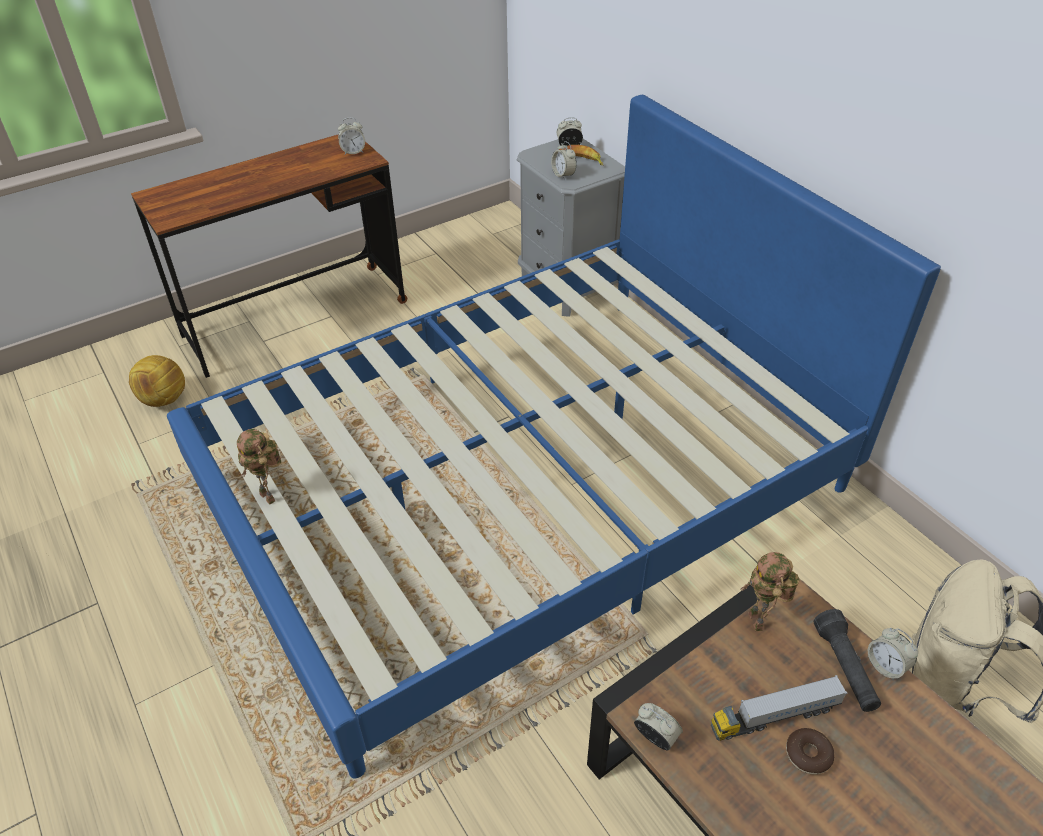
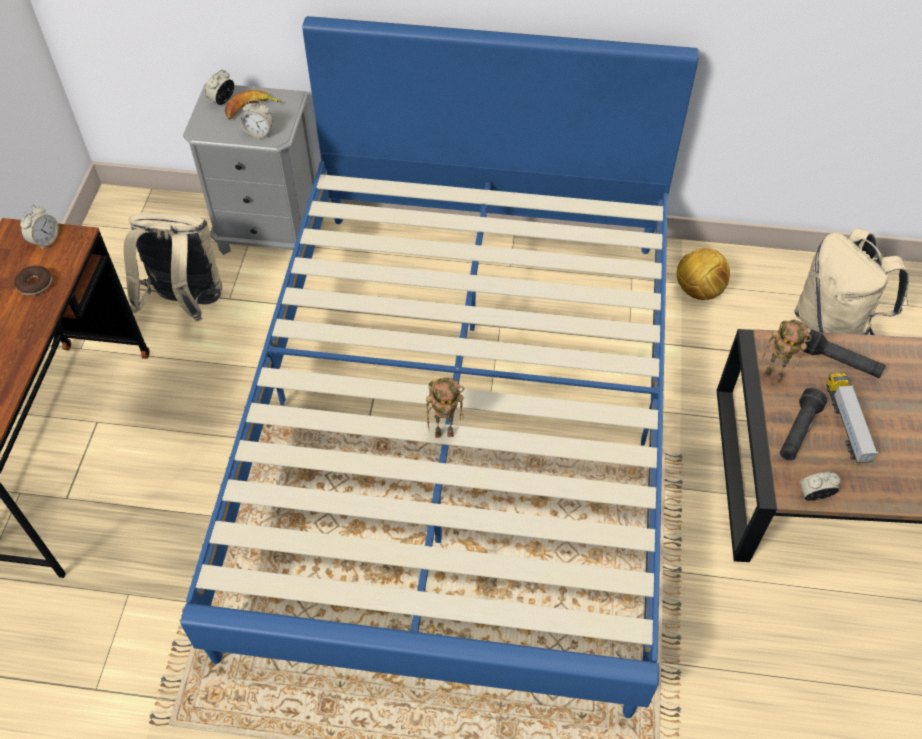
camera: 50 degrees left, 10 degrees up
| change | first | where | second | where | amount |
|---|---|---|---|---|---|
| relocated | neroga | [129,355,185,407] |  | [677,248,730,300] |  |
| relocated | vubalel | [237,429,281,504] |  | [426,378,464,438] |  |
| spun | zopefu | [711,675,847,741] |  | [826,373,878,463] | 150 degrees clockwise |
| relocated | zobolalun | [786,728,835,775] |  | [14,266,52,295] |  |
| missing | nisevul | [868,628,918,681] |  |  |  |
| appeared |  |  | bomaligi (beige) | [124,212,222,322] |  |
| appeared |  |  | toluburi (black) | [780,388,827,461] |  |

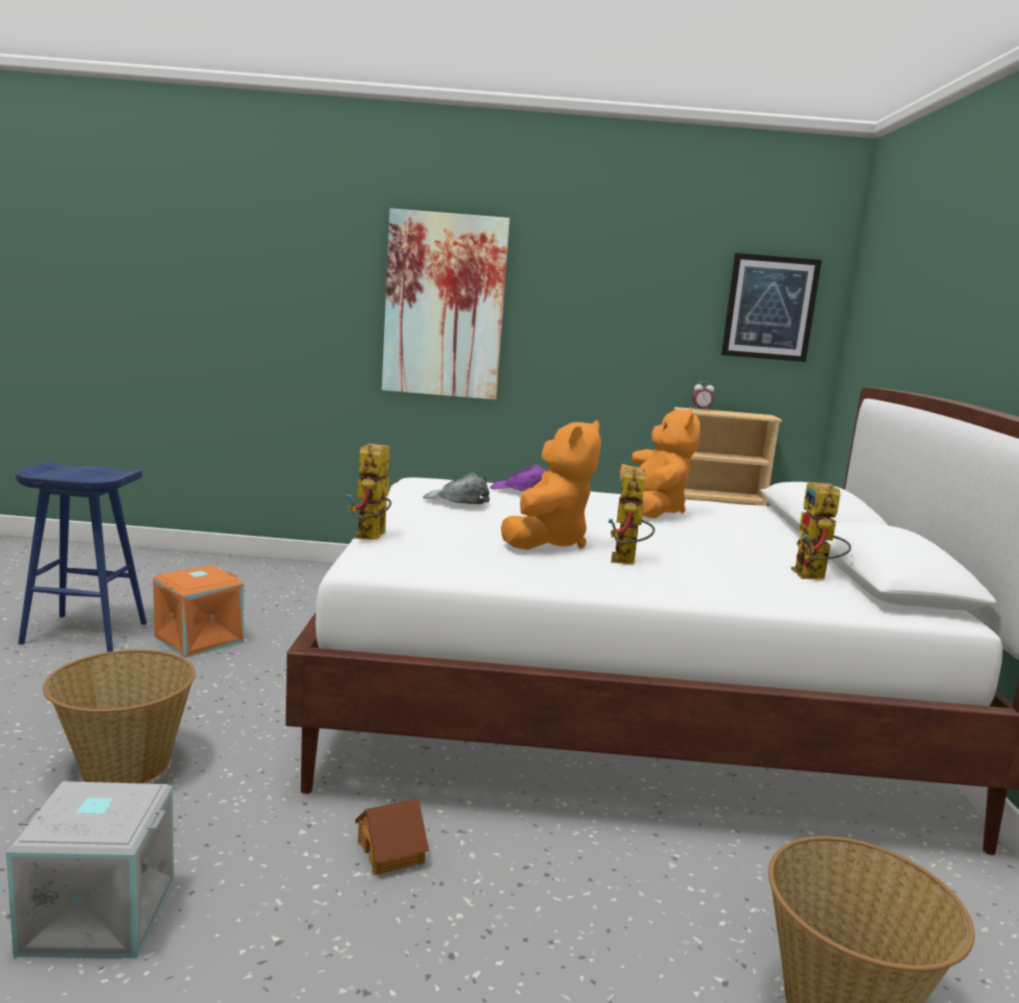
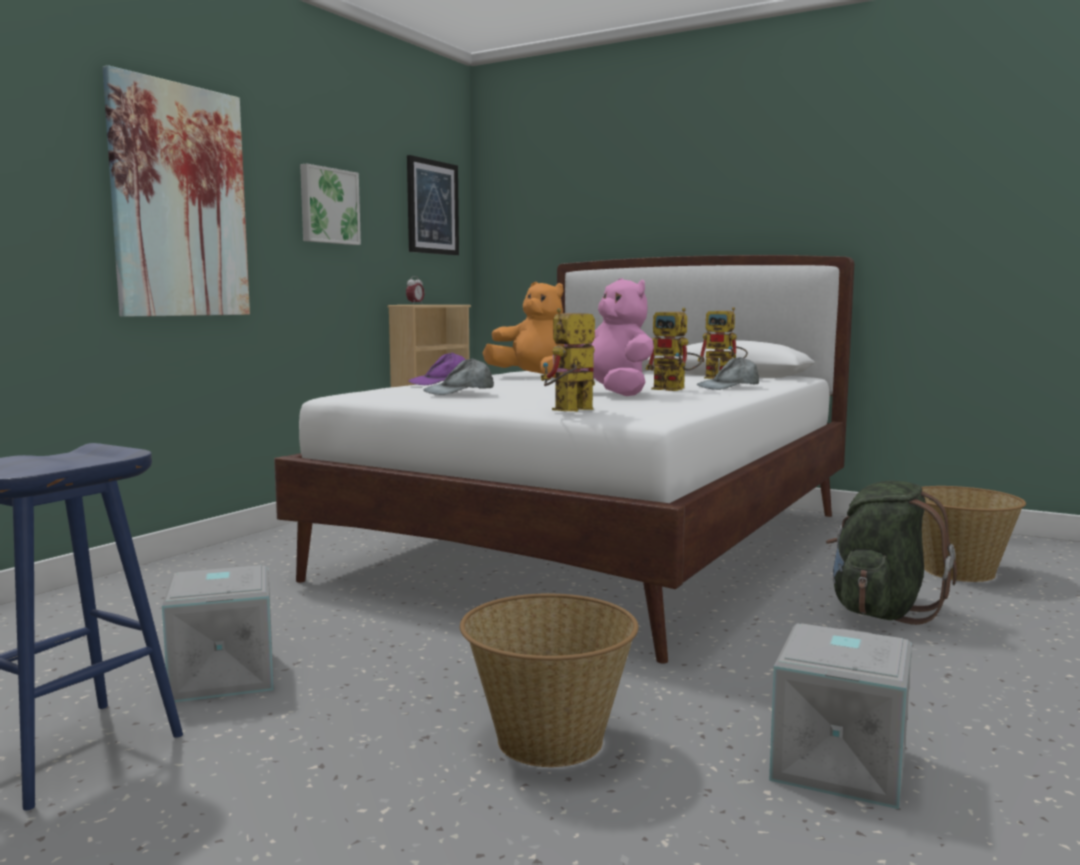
camera: 60 degrees left, 5 degrees down
| change | first | where | second | where | amount |
|---|---|---|---|---|---|
| colour | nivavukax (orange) | [153,565,244,658] | nivavukax (grey) | [162,565,273,702] |  |
| spun | vubalel | [347,444,391,540] |  | [541,308,595,411] | 105 degrees clockwise |
| missing | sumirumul | [355,798,429,875] |  |  |  |
| colour | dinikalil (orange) | [501,420,602,550] | dinikalil (pink) | [553,278,654,396] |  |
| appeared |  |  | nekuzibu | [300,164,361,245] |  |
| appeared |  |  | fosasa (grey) | [697,357,759,390] |  |
| appeared |  |  | bomaligi (green) | [826,481,957,625] |  |

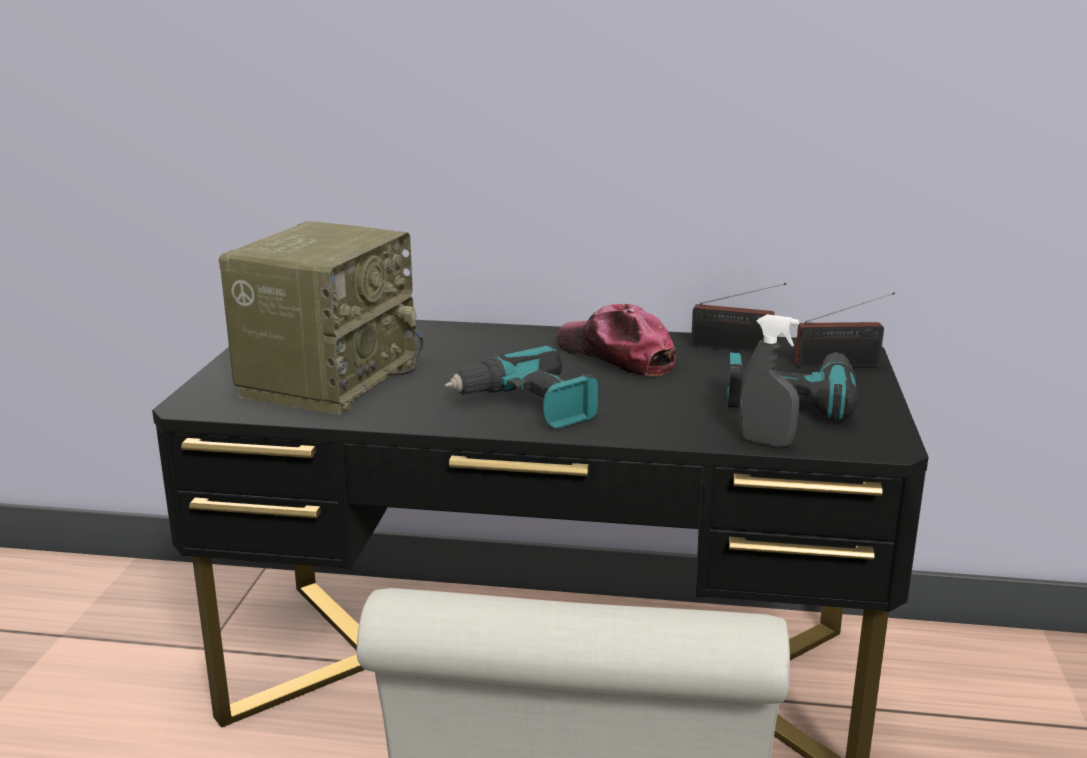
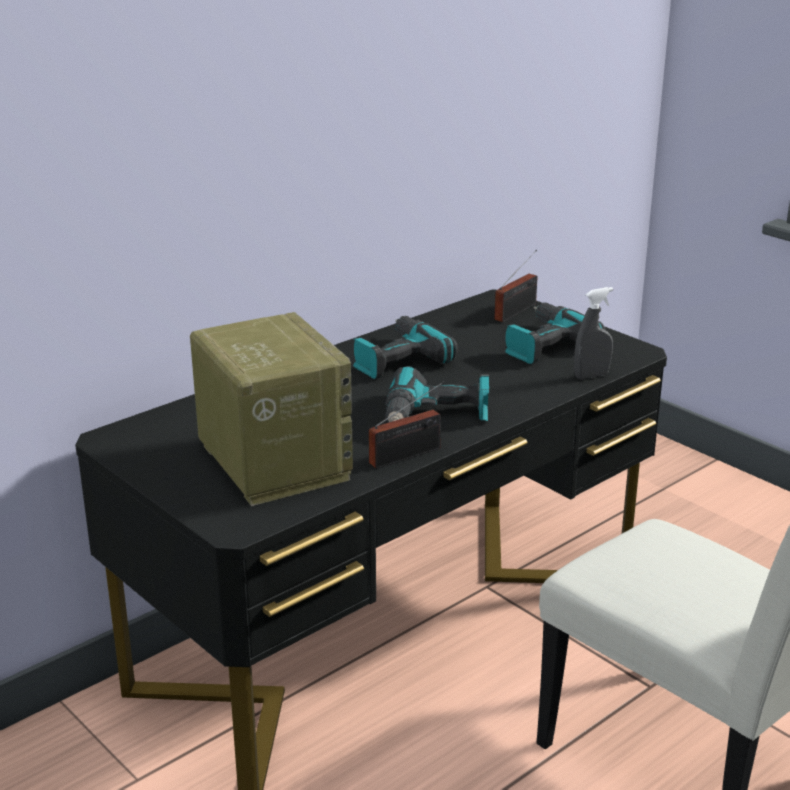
camera: 50 degrees left, 5 degrees up
| change | first | where | second | where | amount |
|---|---|---|---|---|---|
| exchanged | fosasa | [557,304,676,377] | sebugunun | [353,316,458,379] |  |
| relocated | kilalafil | [691,283,786,353] |  | [369,381,445,469] |  |

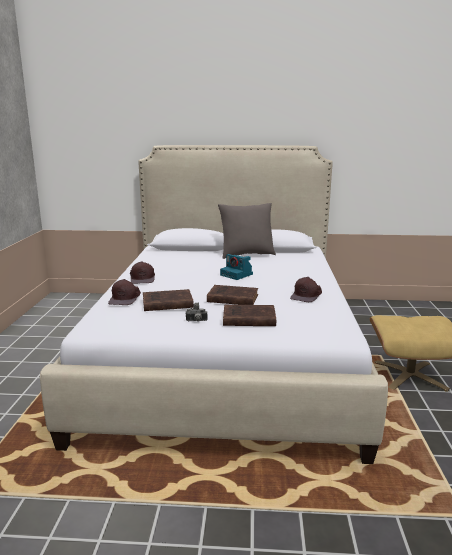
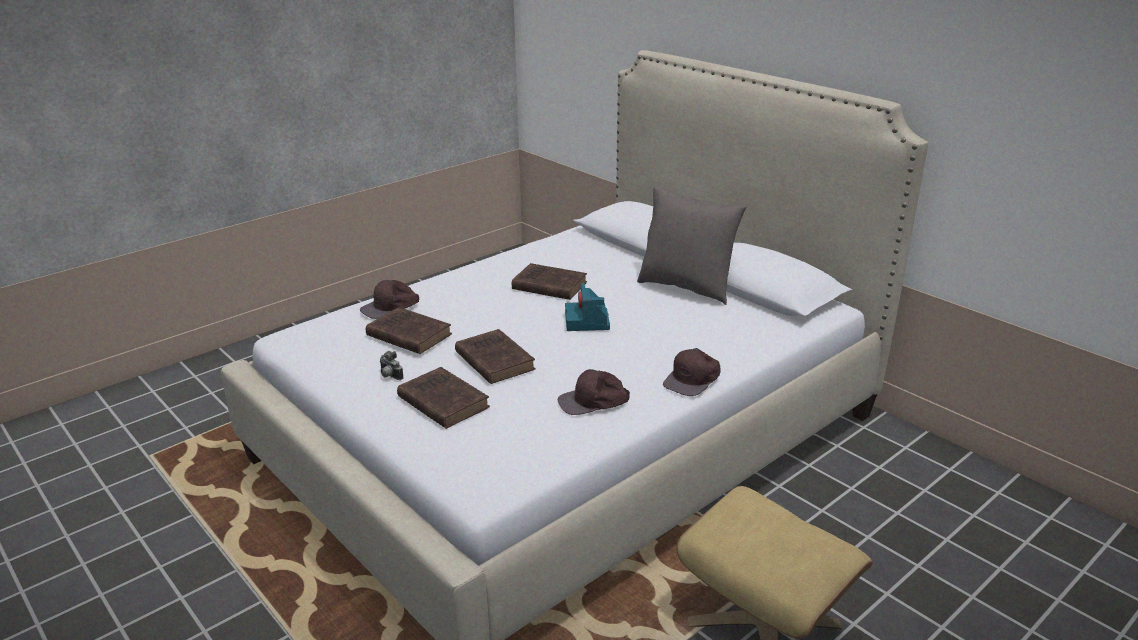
camera: 45 degrees right, 10 degrees up
| change | first | where | second | where | amount |
|---|---|---|---|---|---|
| relocated | fosasa (brown) | [130,261,155,284] |  | [663,348,721,396] |  |
| appeared |  |  | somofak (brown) | [512,263,587,300] |  |

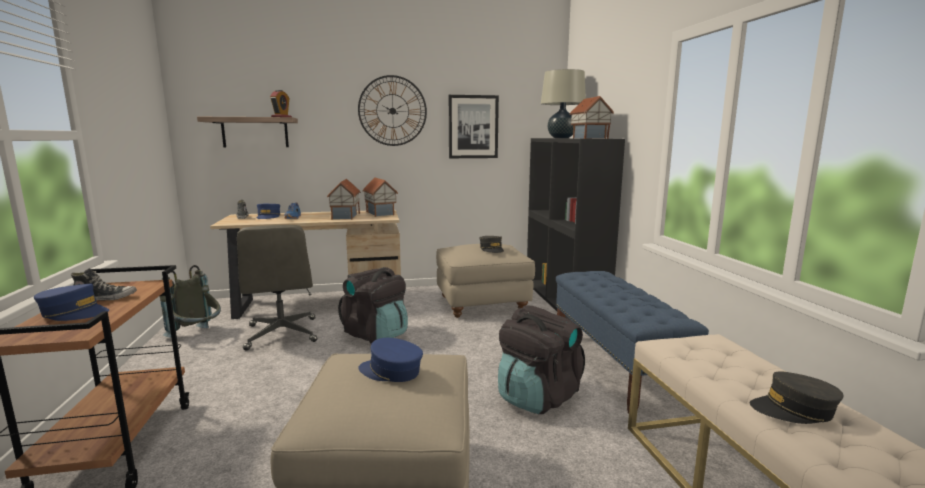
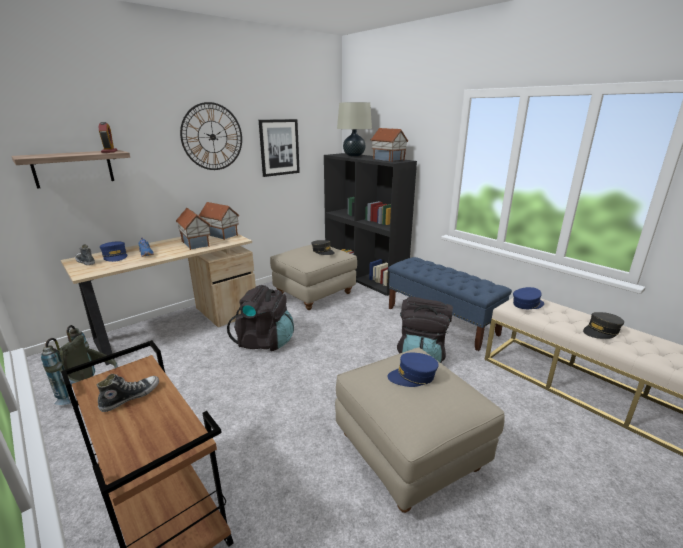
camera: 30 degrees left, 10 degrees up
| change | first | where | second | where | amount |
|---|---|---|---|---|---|
| relocated | fosasa (blue) | [34,283,109,321] |  | [513,287,544,309] |  |
| missing | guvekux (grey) | [237,225,317,351] |  |  |  |

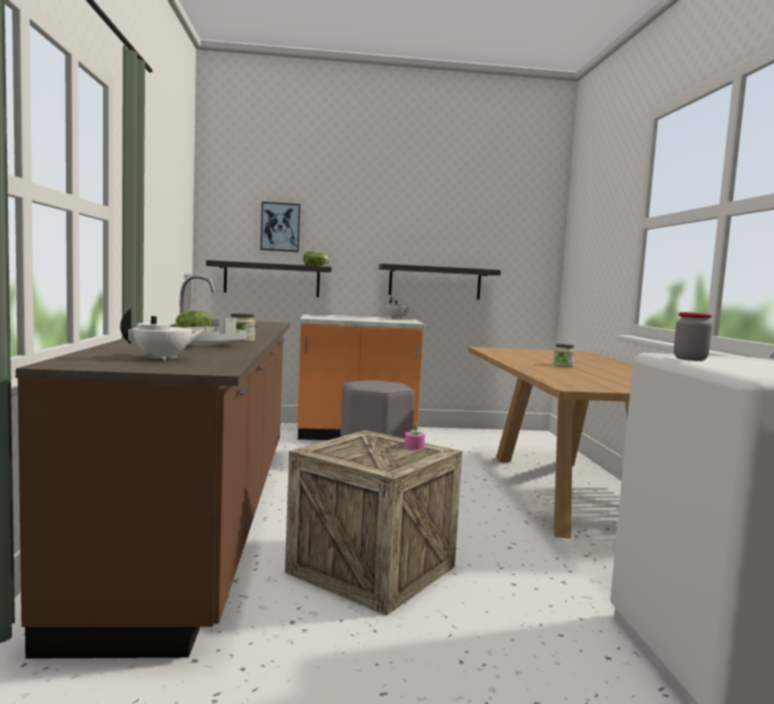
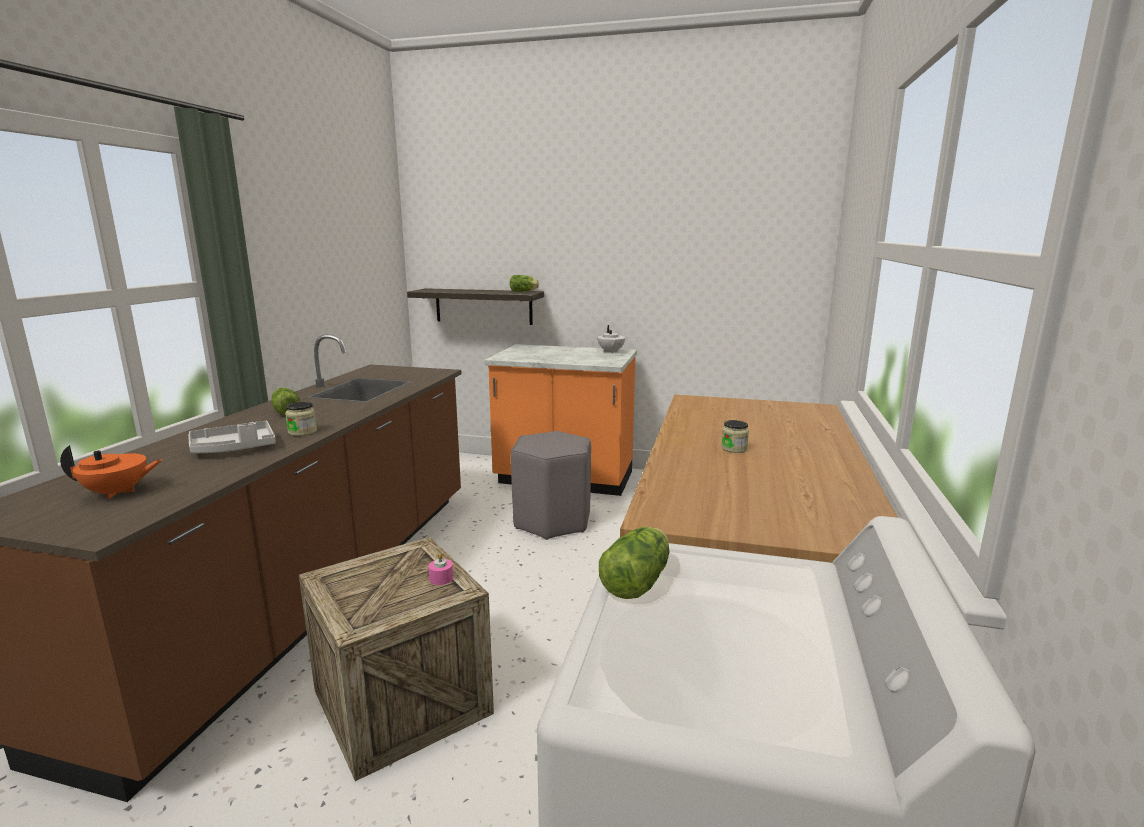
camera: 20 degrees right, 10 degrees up
| change | first | where | second | where | amount |
|---|---|---|---|---|---|
| colour | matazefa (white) | [120,308,207,360] | matazefa (orange) | [60,445,162,499] |  |
| missing | nekuzibu | [261,202,300,252] |  |  |  |
| missing | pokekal | [379,264,501,300] |  |  |  |
| exchanged | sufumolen | [674,312,712,361] | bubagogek | [599,527,670,599] |  |

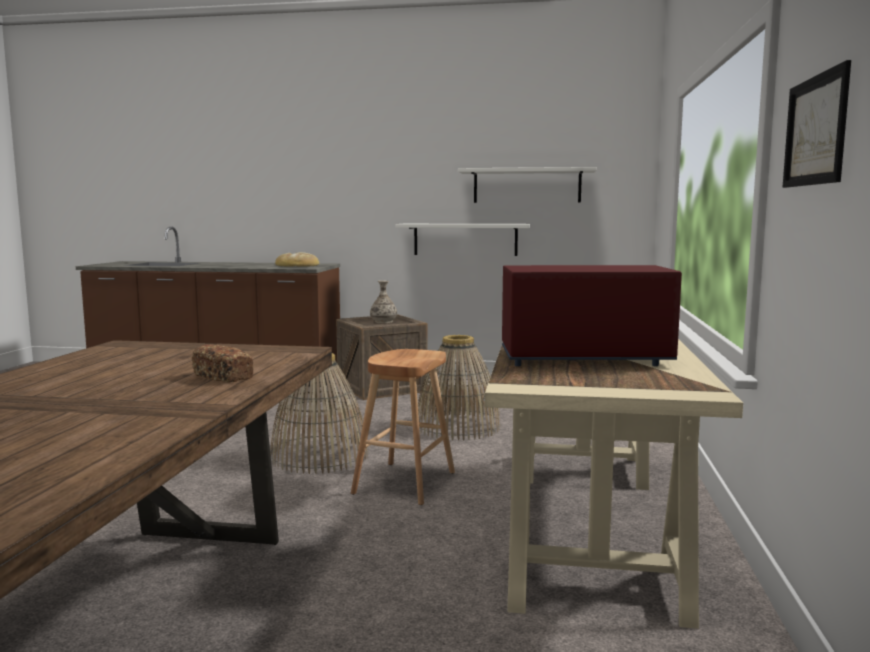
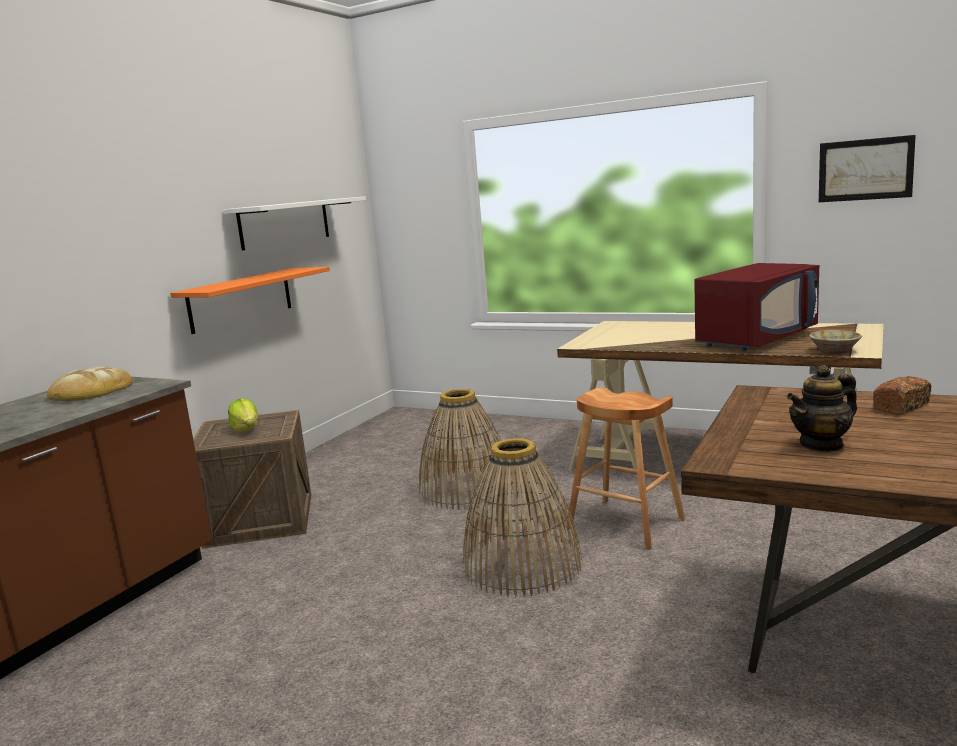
camera: 70 degrees left, 5 degrees up
| change | first | where | second | where | amount |
|---|---|---|---|---|---|
| exchanged | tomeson | [370,280,397,323] | bubagogek | [228,399,258,432] |  |
| colour | pokekal (white) | [395,224,530,256] | pokekal (orange) | [170,267,330,334] |  |
| spun | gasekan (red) | [502,265,682,366] |  | [694,263,819,351] | 150 degrees counterclockwise |
| appeared |  |  | matazefa | [787,365,857,452] |  |
| appeared |  |  | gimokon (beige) | [809,330,862,354] |  |

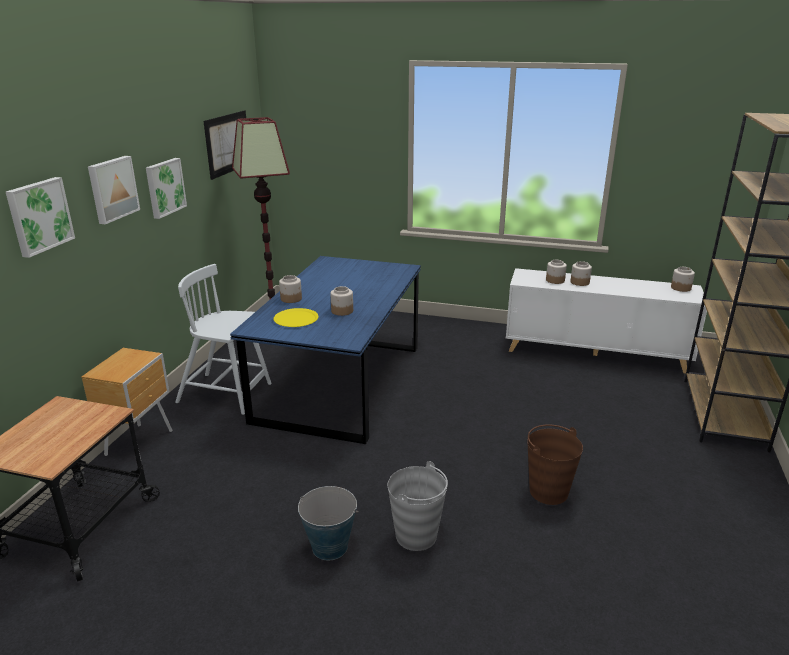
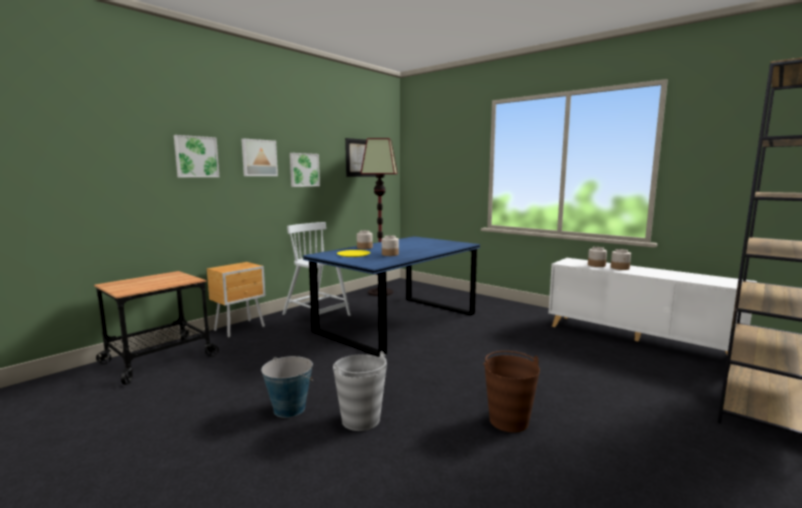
camera: 25 degrees right, 15 degrees down
| change | first | where | second | where | amount |
|---|---|---|---|---|---|
| missing | sufumolen | [671,267,695,292] |  |  |  |

